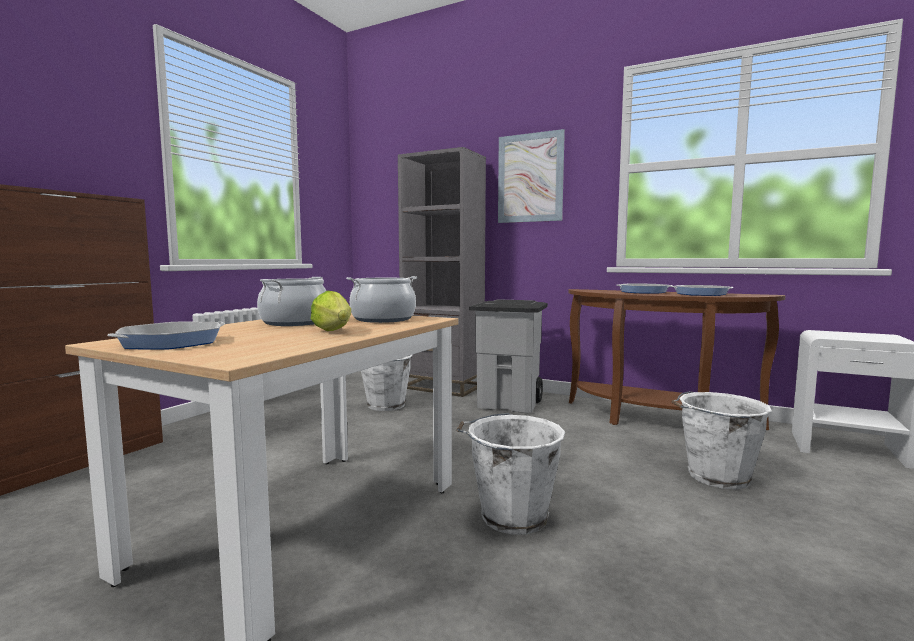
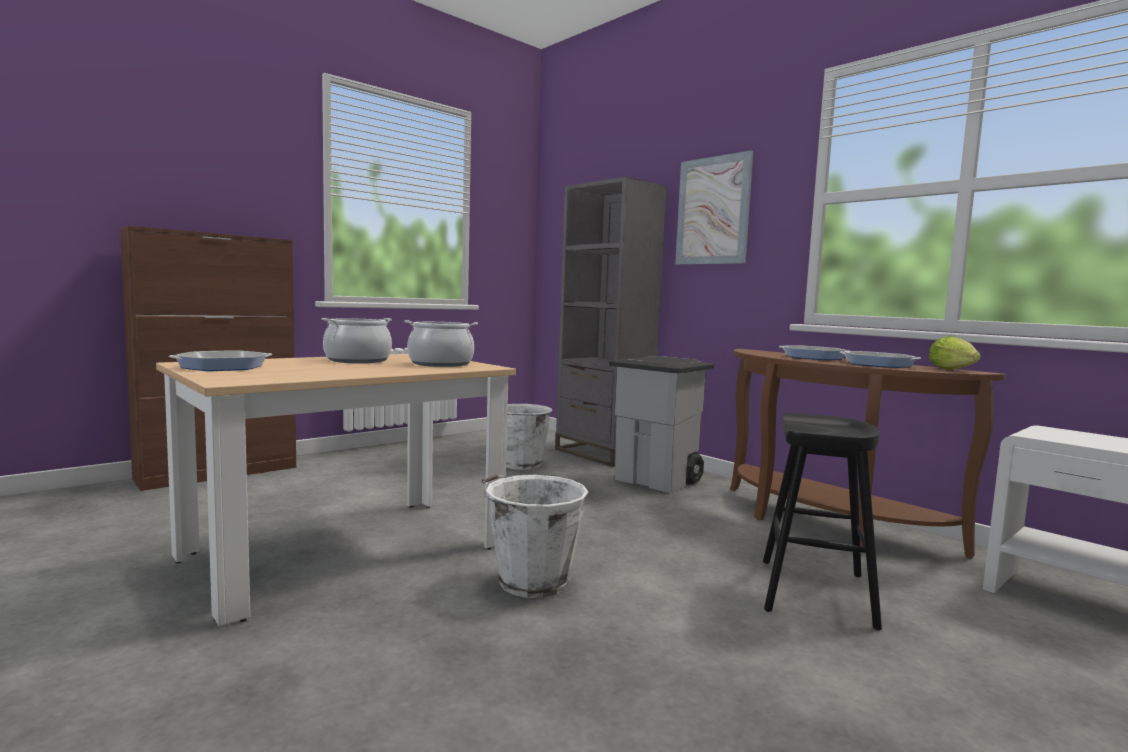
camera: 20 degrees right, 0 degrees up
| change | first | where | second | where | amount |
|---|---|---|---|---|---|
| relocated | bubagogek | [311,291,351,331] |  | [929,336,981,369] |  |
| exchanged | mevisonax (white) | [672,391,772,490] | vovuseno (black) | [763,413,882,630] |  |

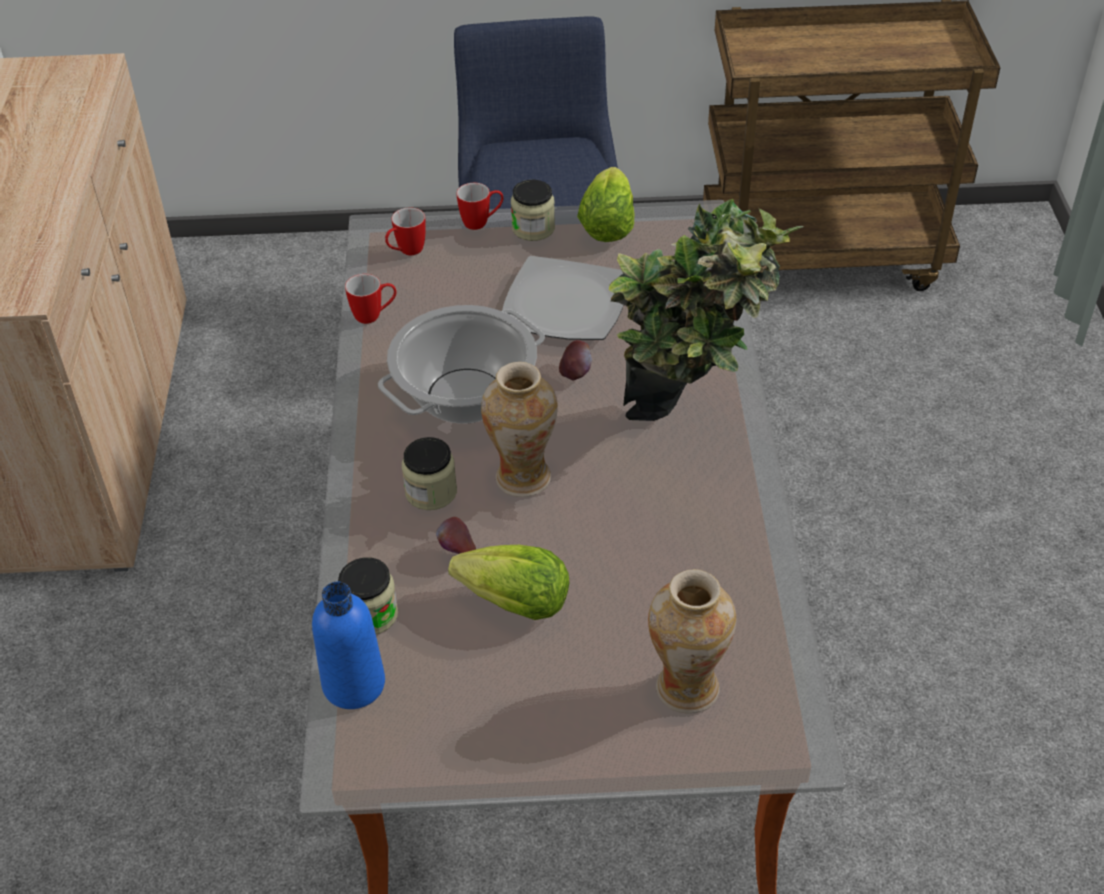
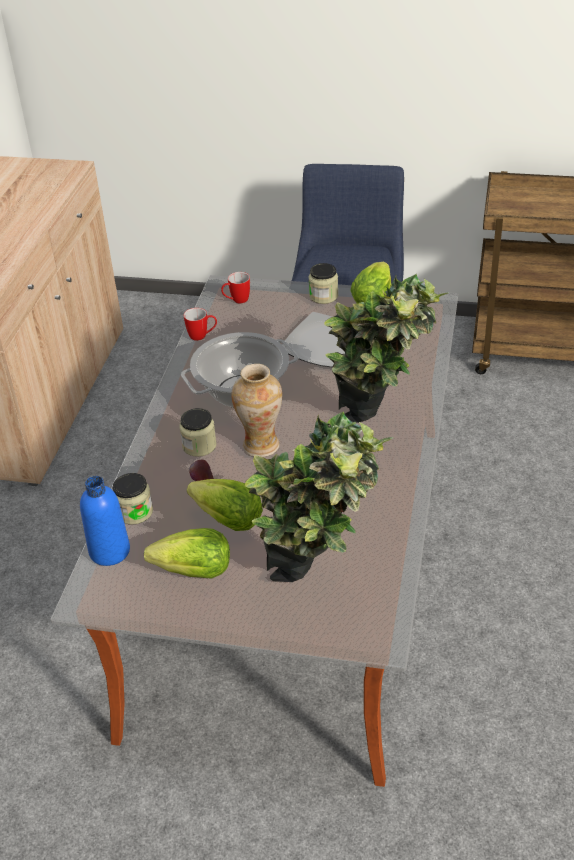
camera: 15 degrees right, 5 degrees down
| change | first | where | second | where | amount |
|---|---|---|---|---|---|
| missing | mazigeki | [457,183,503,230] |  |  |  |
| missing | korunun | [559,340,592,381] |  |  |  |
| exchanged | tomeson | [648,569,736,714] | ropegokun | [245,412,393,582] |  |
| appeared |  |  | bubagogek | [144,528,230,579] |  |

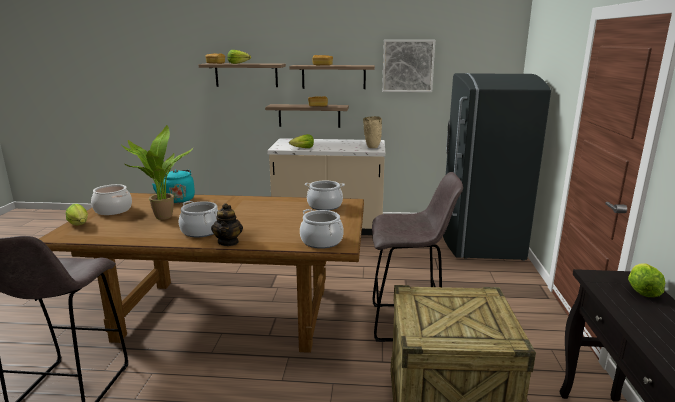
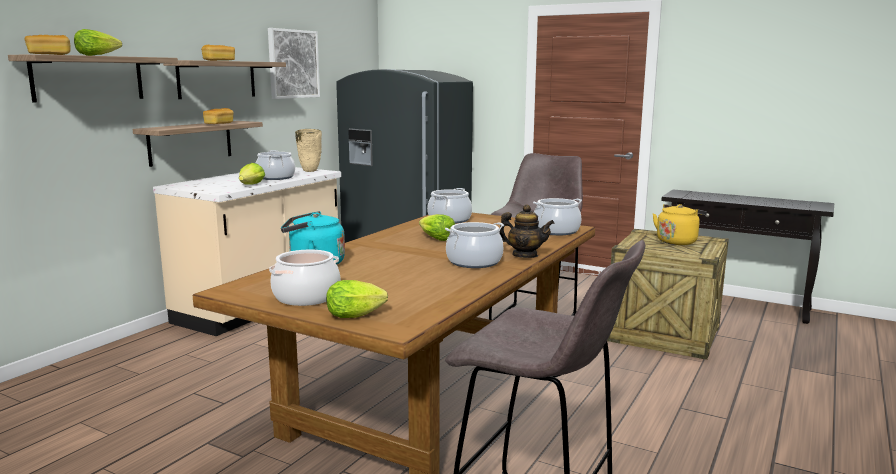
camera: 65 degrees left, 5 degrees down
| change | first | where | second | where | amount |
|---|---|---|---|---|---|
| missing | ropegokun | [122,125,194,220] |  |  |  |
| relocated | bubagogek | [628,263,665,297] |  | [419,214,455,241] |  |
| appeared |  |  | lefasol | [256,150,295,180] |  |
| appeared |  |  | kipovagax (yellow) | [653,204,707,245] |  |

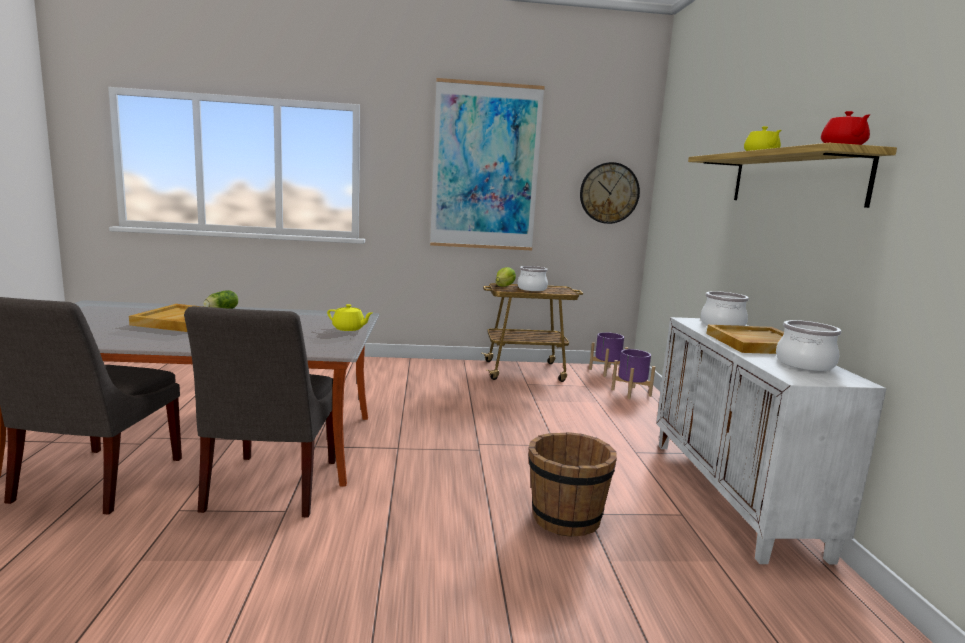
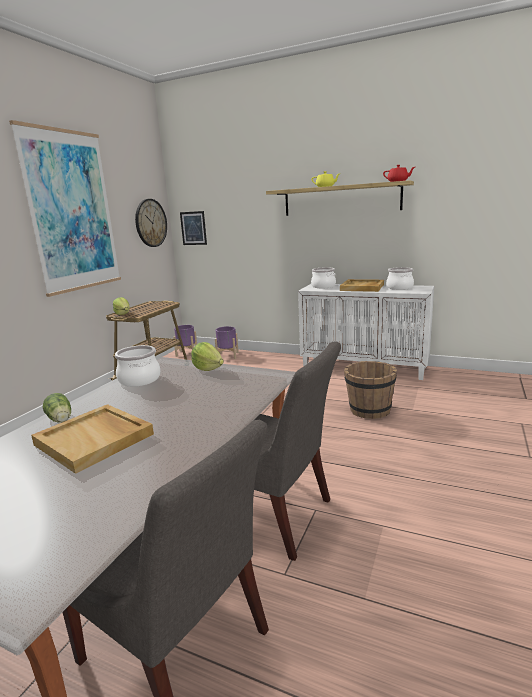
camera: 60 degrees left, 5 degrees up
| change | first | where | second | where | amount |
|---|---|---|---|---|---|
| exchanged | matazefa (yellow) | [327,304,372,331] | bubagogek | [191,342,224,371] |  |
| relocated | lefasol | [518,266,548,291] |  | [115,345,161,387] |  |
| appeared |  |  | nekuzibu | [180,211,207,245] |  |

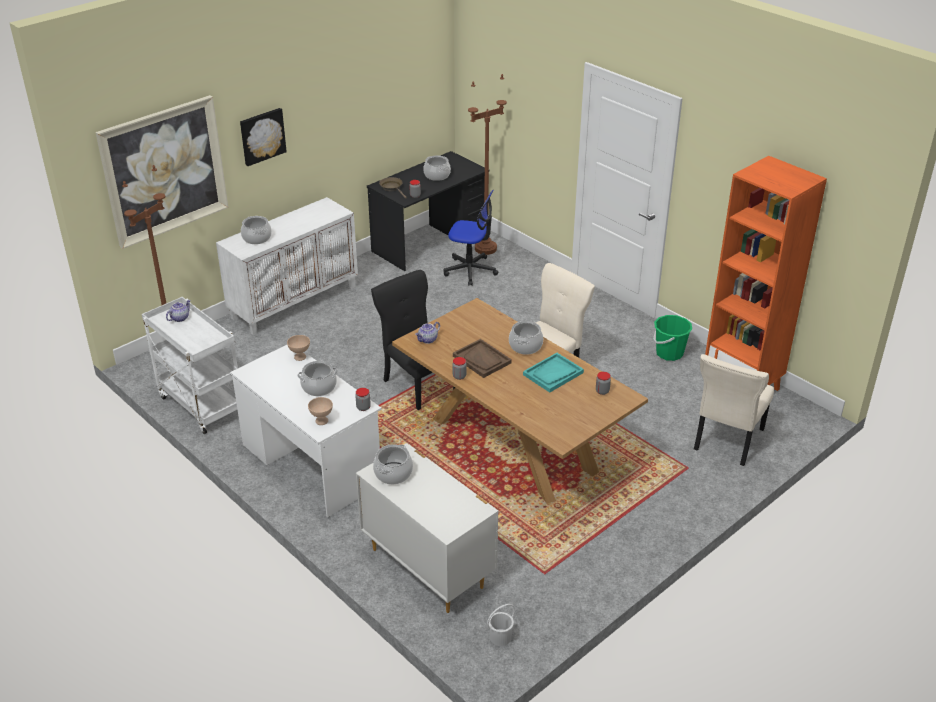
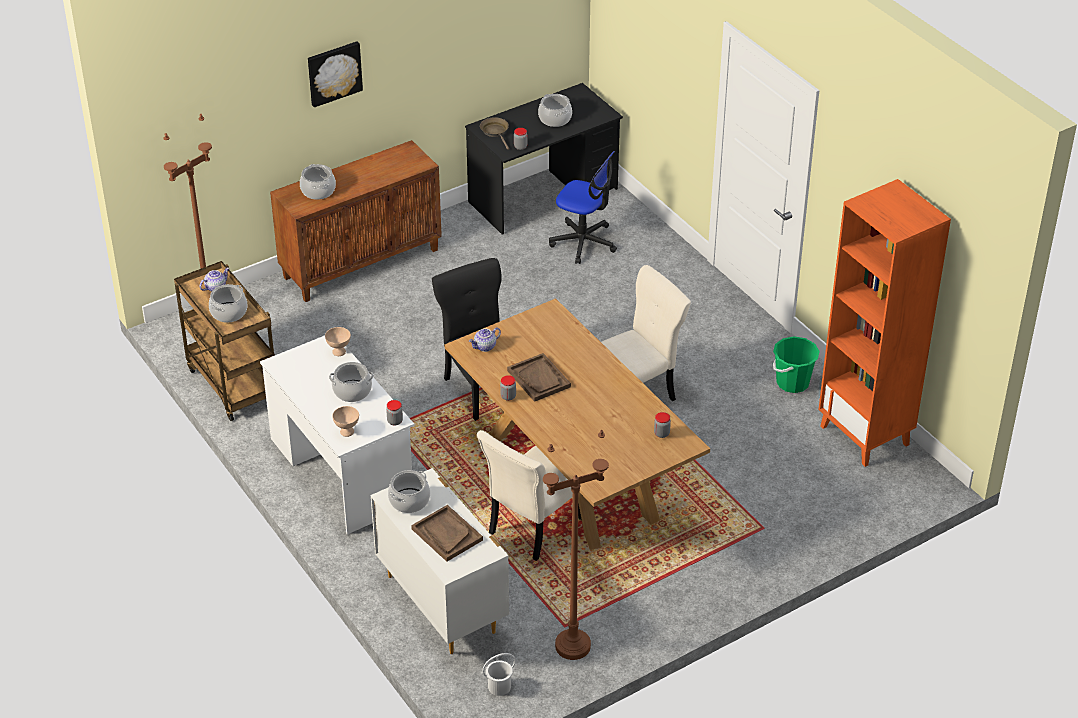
camera: 10 degrees right, 5 degrees up
| change | first | where | second | where | amount |
|---|---|---|---|---|---|
| missing | nekuzibu | [95,95,229,249] |  |  |  |
| colour | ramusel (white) | [142,297,238,434] | ramusel (brown) | [174,261,275,421] |  |
| colour | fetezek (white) | [216,197,358,335] | fetezek (brown) | [270,140,442,302] |  |
| relocated | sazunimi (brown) | [468,74,507,255] |  | [543,430,609,660] |  |
| relocated | lefasol | [509,321,543,355] |  | [209,284,247,323] |  |
| missing | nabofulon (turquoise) | [523,353,584,392] |  |  |  |
| relocated | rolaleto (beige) | [694,354,774,466] |  | [477,430,582,561] |  |
| appeared |  |  | nabofulon (brown) | [411,505,483,562] |  |

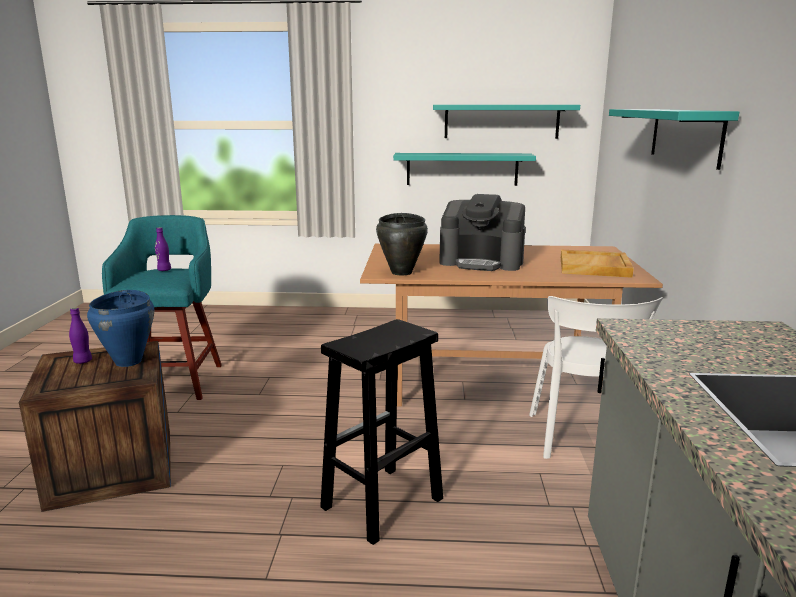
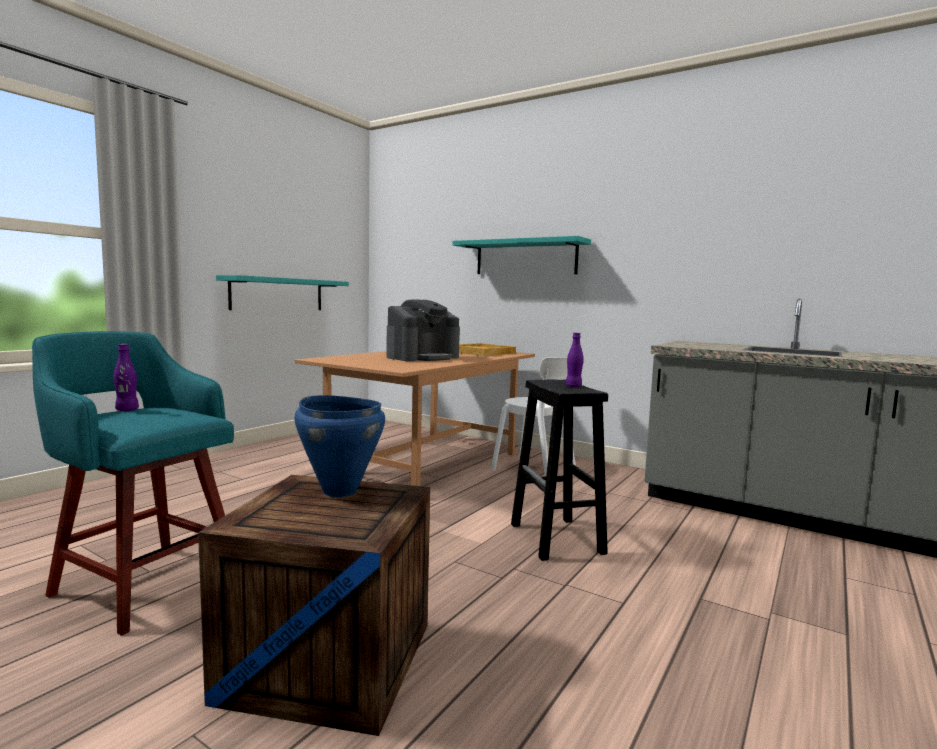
camera: 60 degrees left, 10 degrees down
| change | first | where | second | where | amount |
|---|---|---|---|---|---|
| relocated | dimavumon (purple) | [69,307,92,364] |  | [566,333,584,387] |  |
| missing | lefasol (black) | [376,213,428,275] |  |  |  |
| missing | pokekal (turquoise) | [433,105,580,139] |  |  |  |

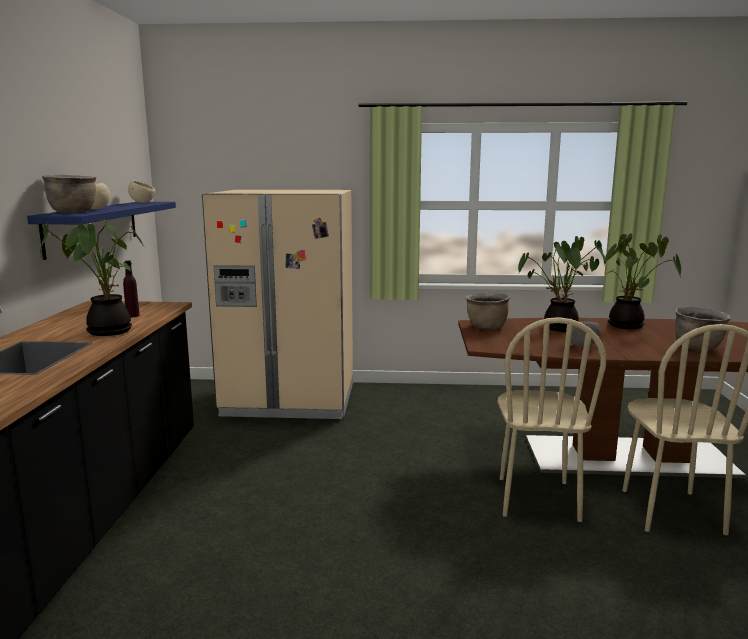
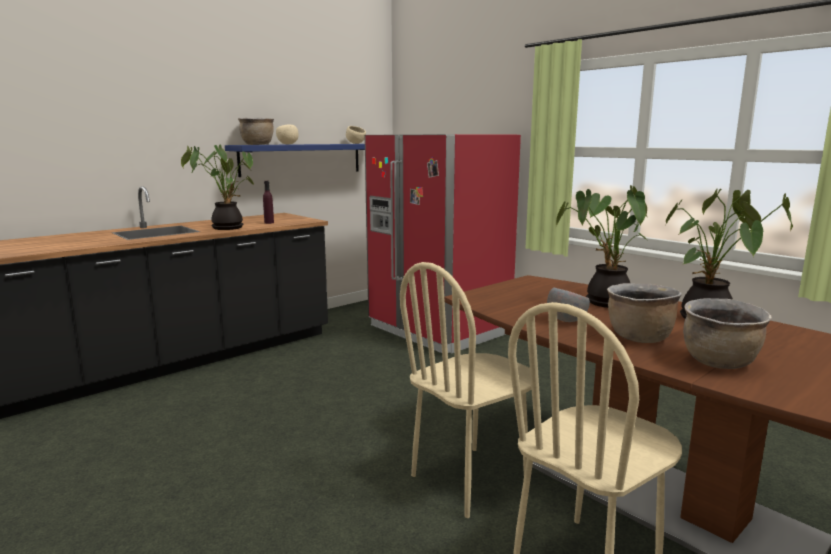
camera: 45 degrees right, 0 degrees up
| change | first | where | second | where | amount |
|---|---|---|---|---|---|
| colour | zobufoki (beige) | [202,190,353,419] | zobufoki (red) | [364,134,521,353] |  |
| relocated | lefasol (brown) | [466,293,510,329] |  | [607,283,682,343] |  |

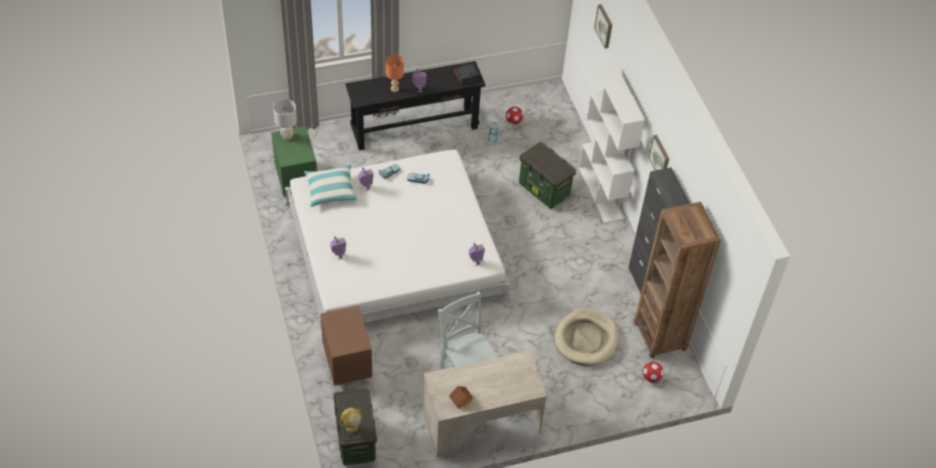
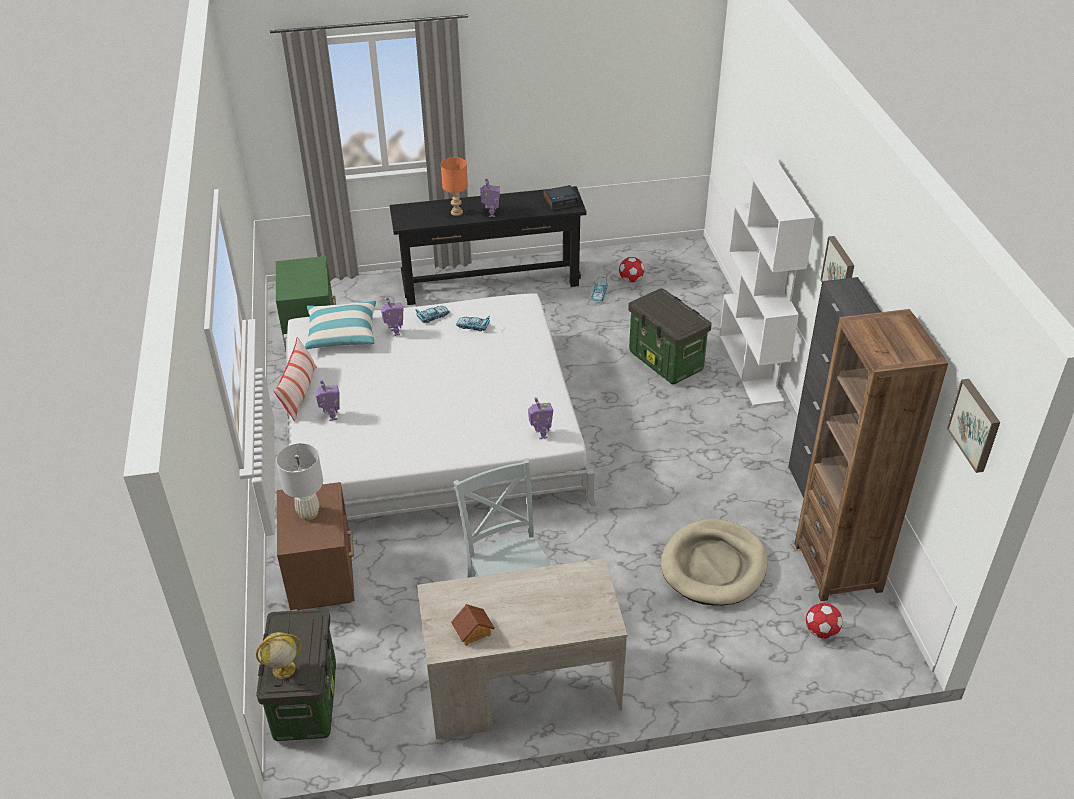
camera: 10 degrees right, 10 degrees down
| change | first | where | second | where | amount |
|---|---|---|---|---|---|
| relocated | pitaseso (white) | [273,99,297,140] |  | [276,443,323,520] |  |
| relocated | nekuzibu | [594,4,612,49] |  | [947,379,1000,473] |  |
| appeared |  |  | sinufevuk | [274,337,317,422] |  |

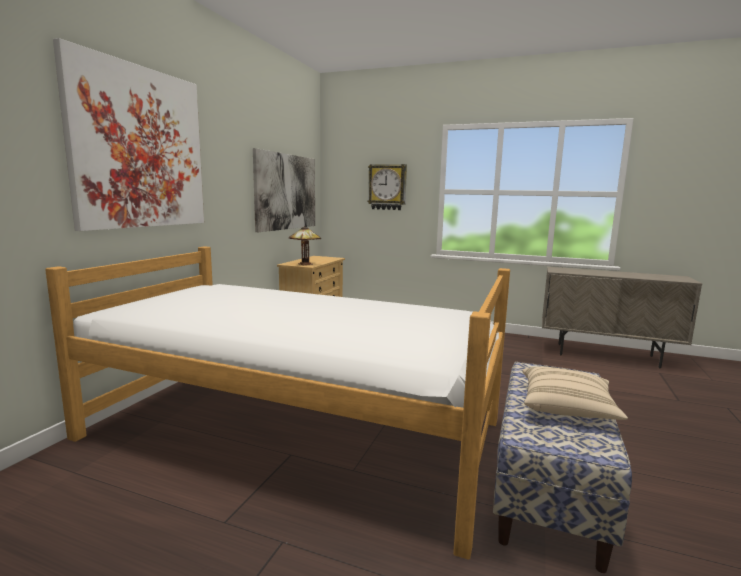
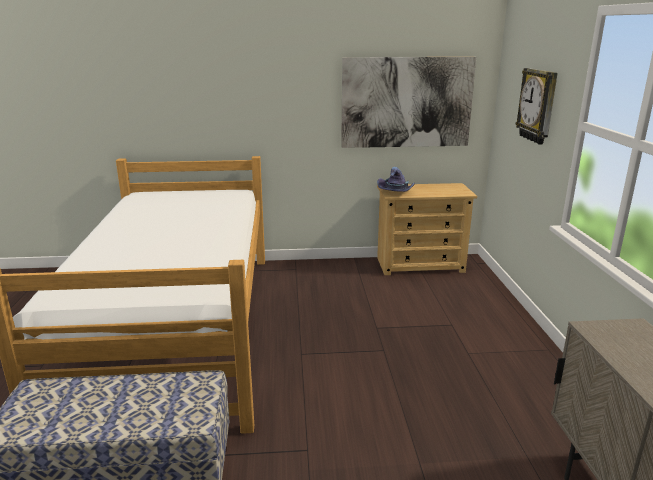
camera: 65 degrees right, 10 degrees up
| change | first | where | second | where | amount |
|---|---|---|---|---|---|
| missing | nekuzibu | [53,38,204,231] |  |  |  |
| exchanged | pitaseso | [289,226,321,265] | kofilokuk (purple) | [377,167,415,192] |  |
| missing | sinufevuk (beige) | [522,367,628,420] |  |  |  |

